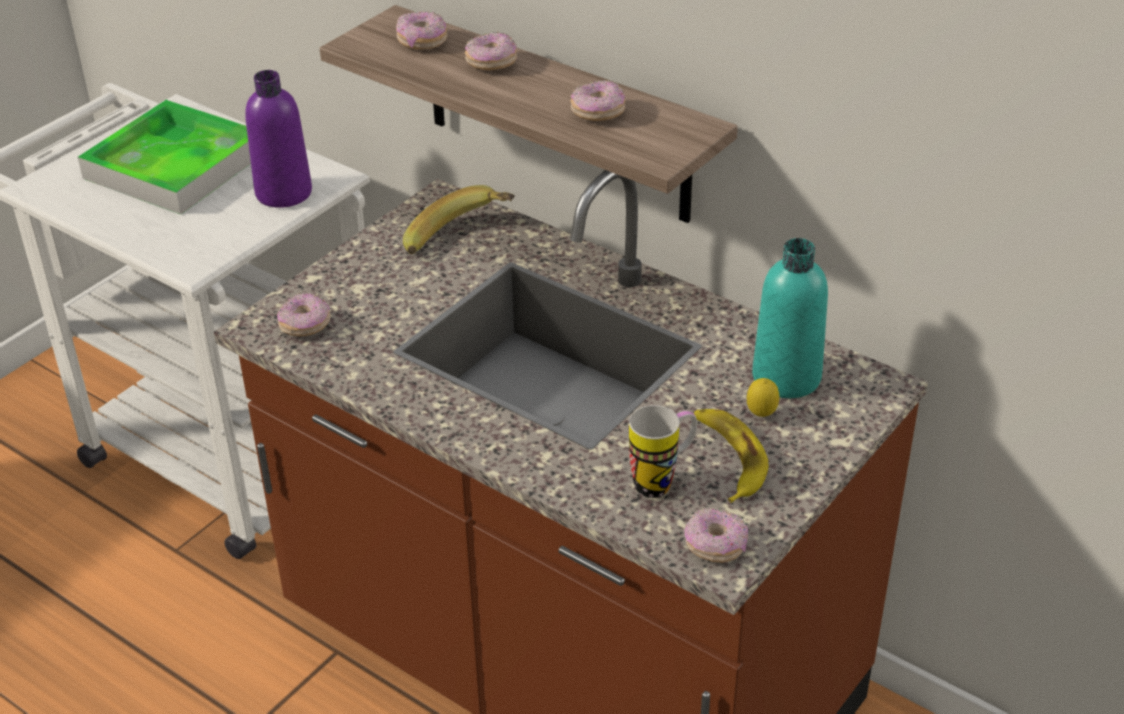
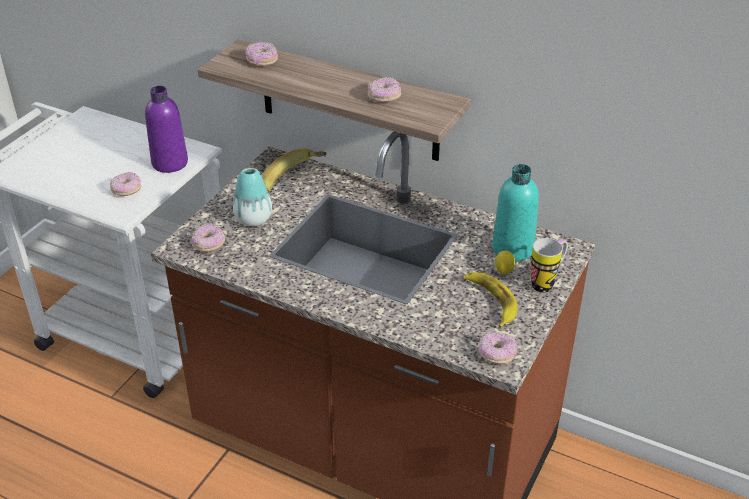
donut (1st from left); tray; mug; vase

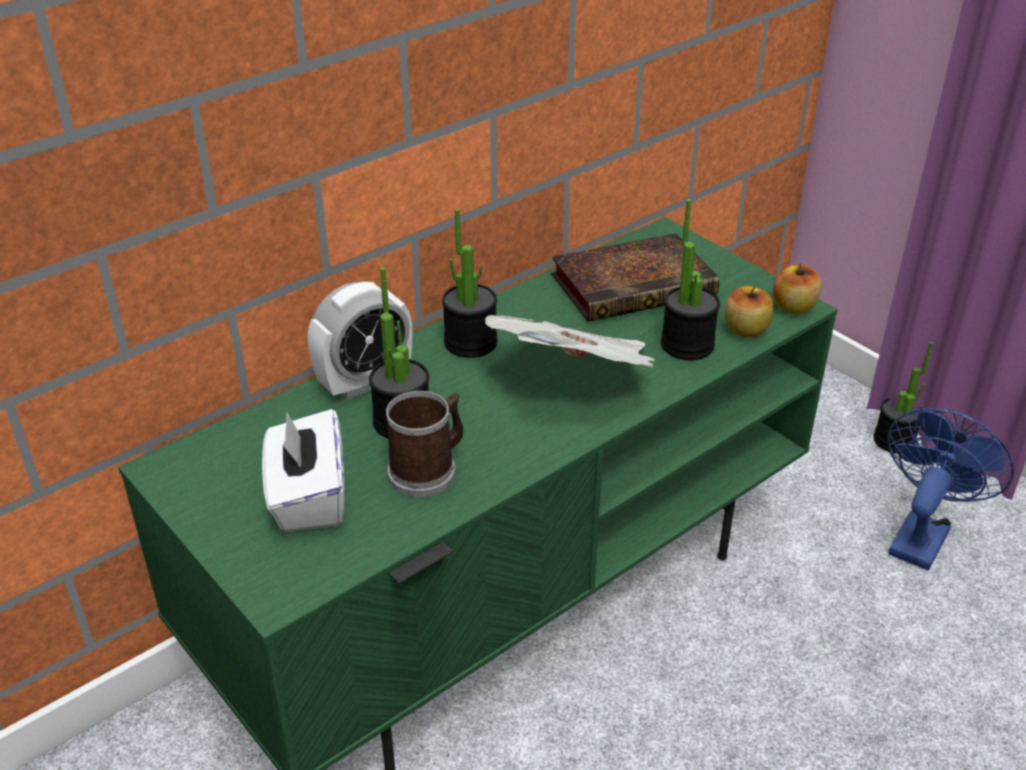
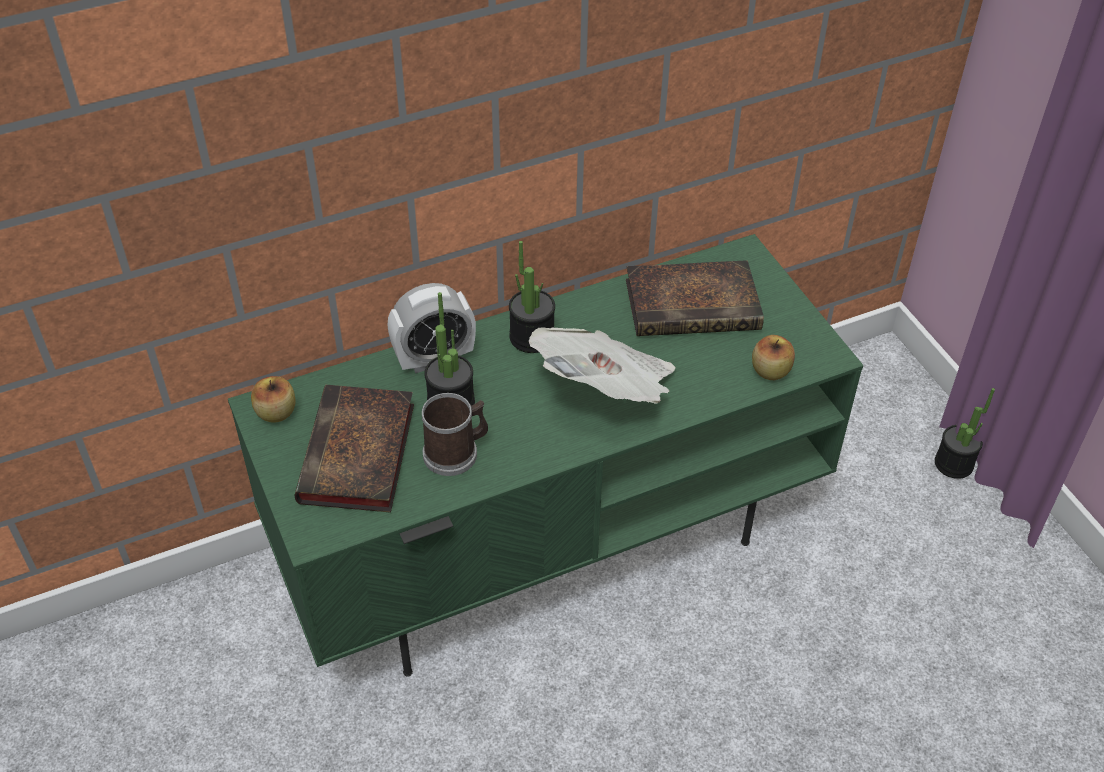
potted plant (3rd from left in the first image); apple (1st from left); fan in blue; book (1st from left)

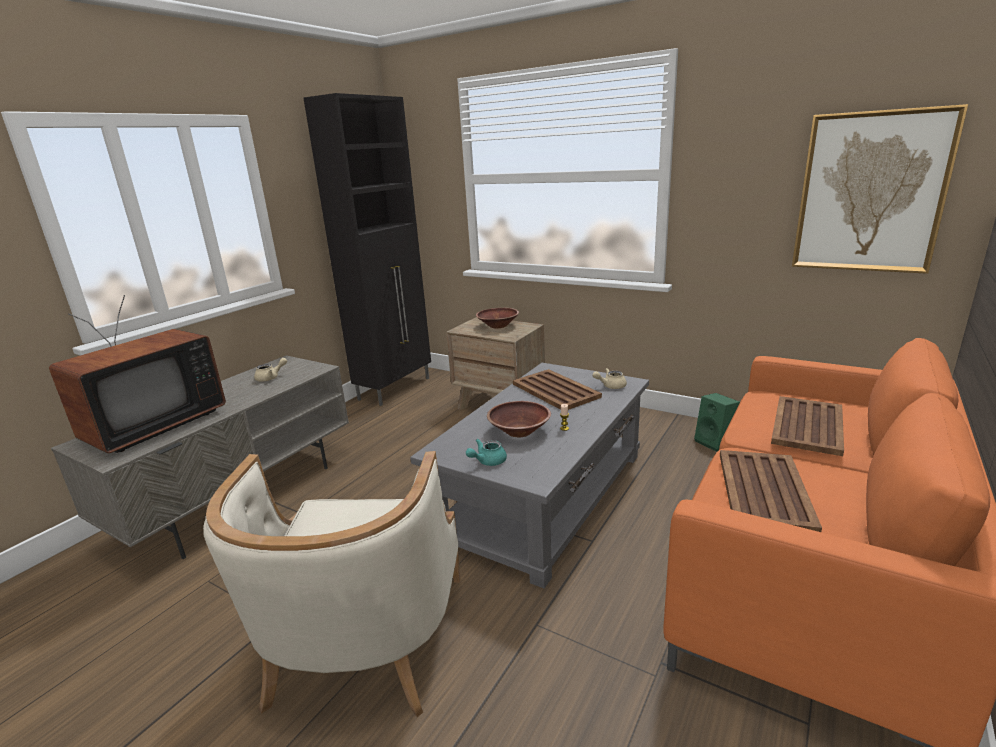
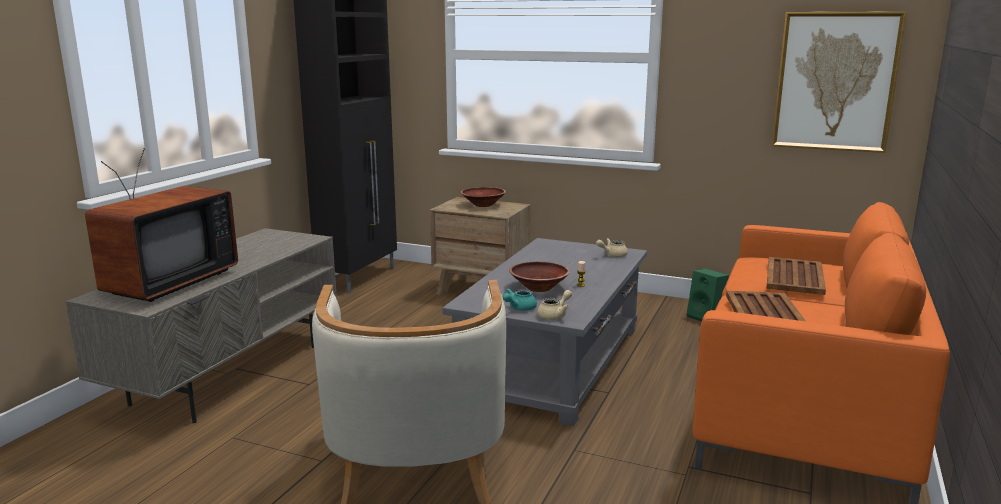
teapot in beige (1st from left); tray in brown (1st from left in the first image)

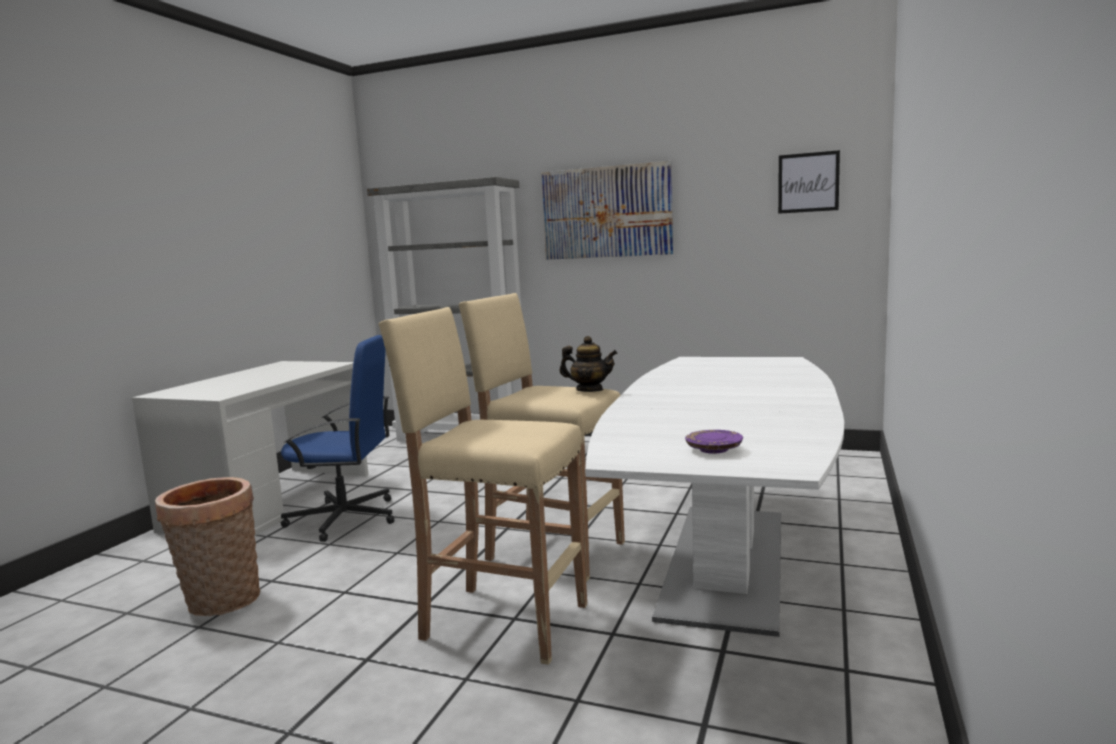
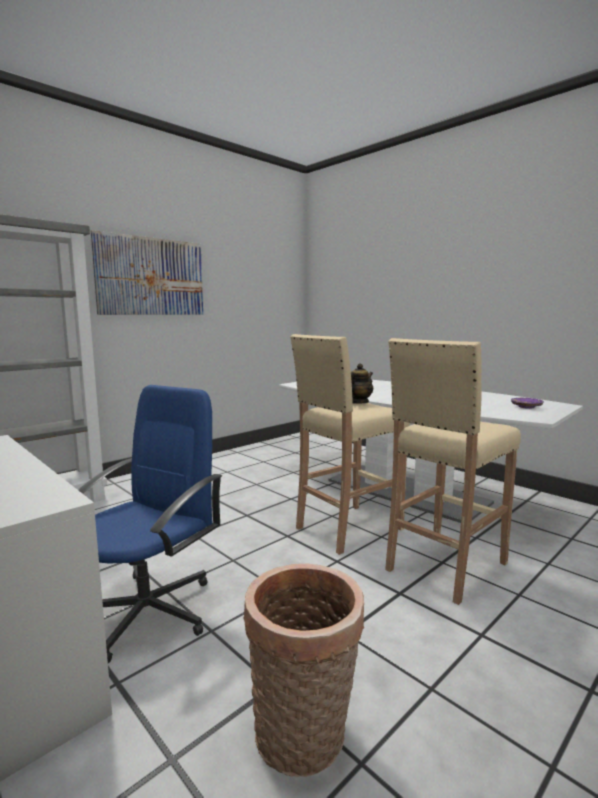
picture (2nd from left in the first image)

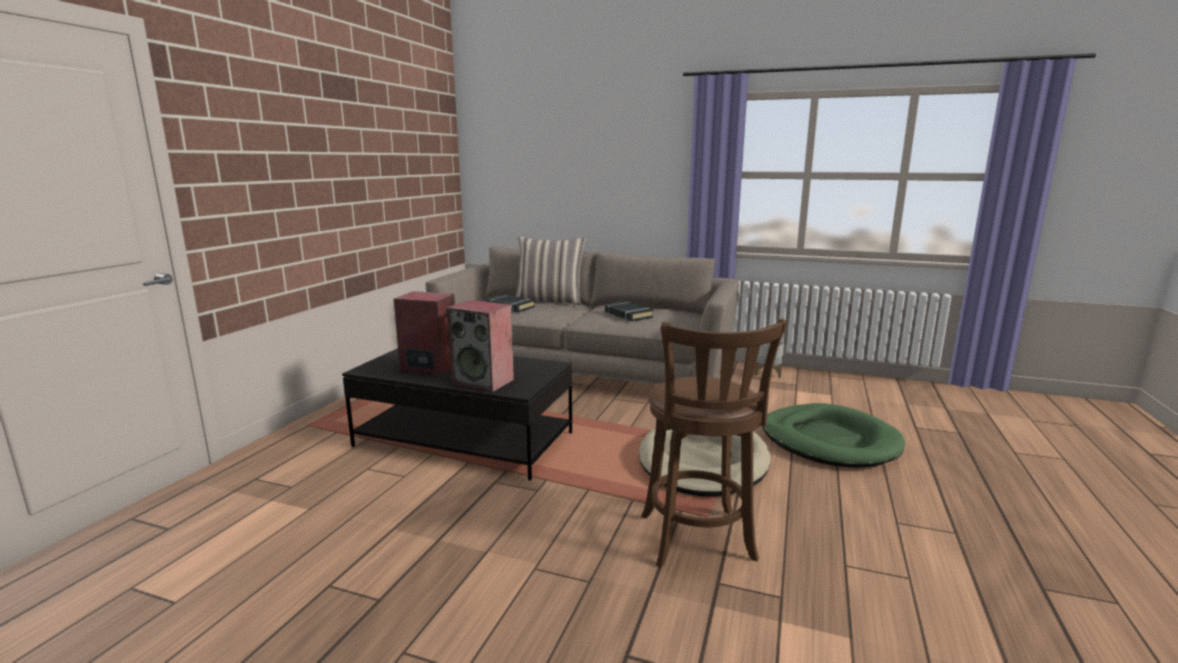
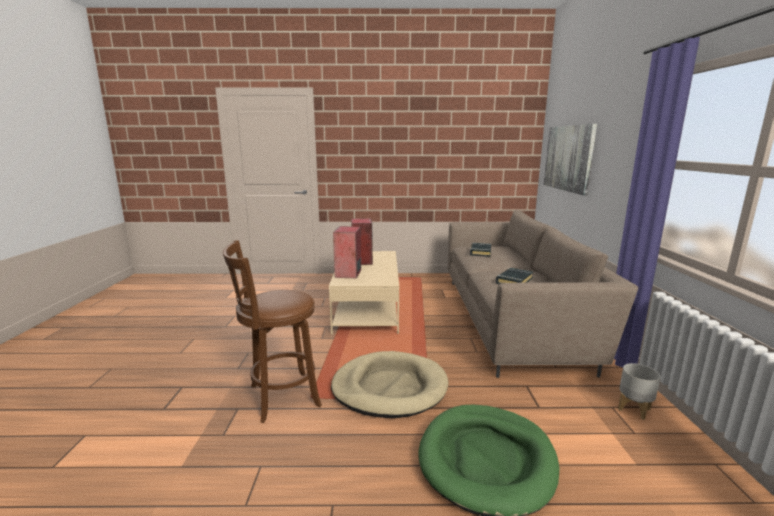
pillow; coffee table in beige; picture

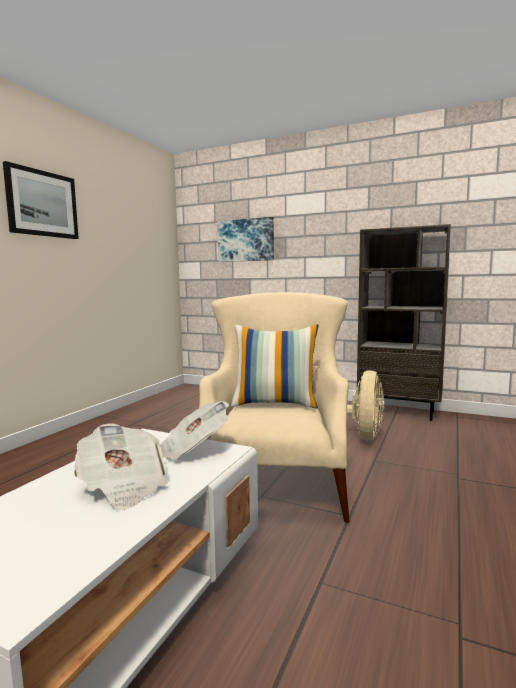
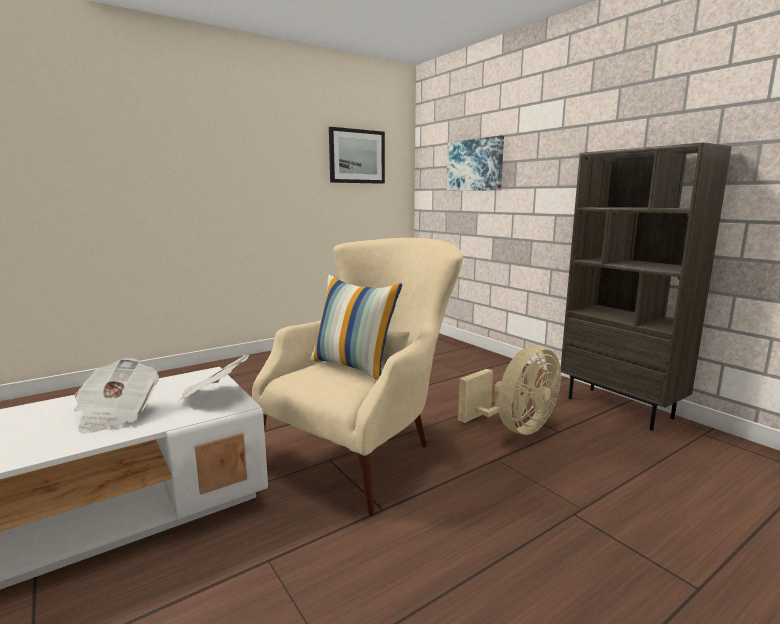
picture (1st from left)

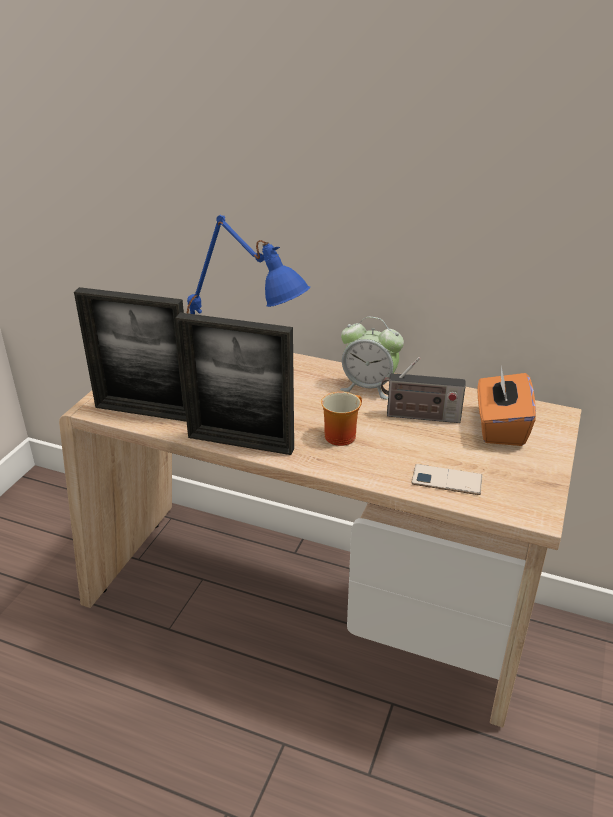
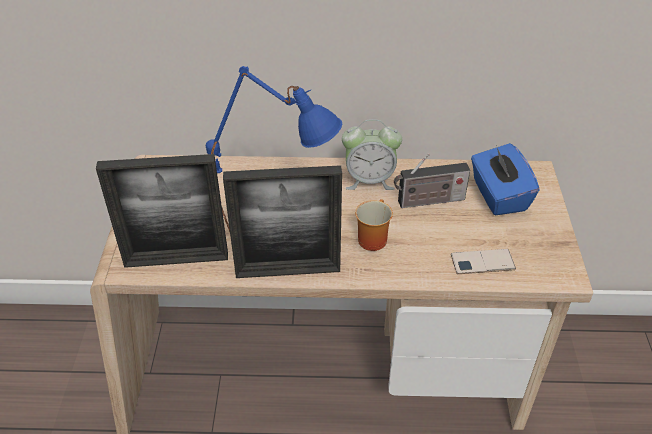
tissue box in blue

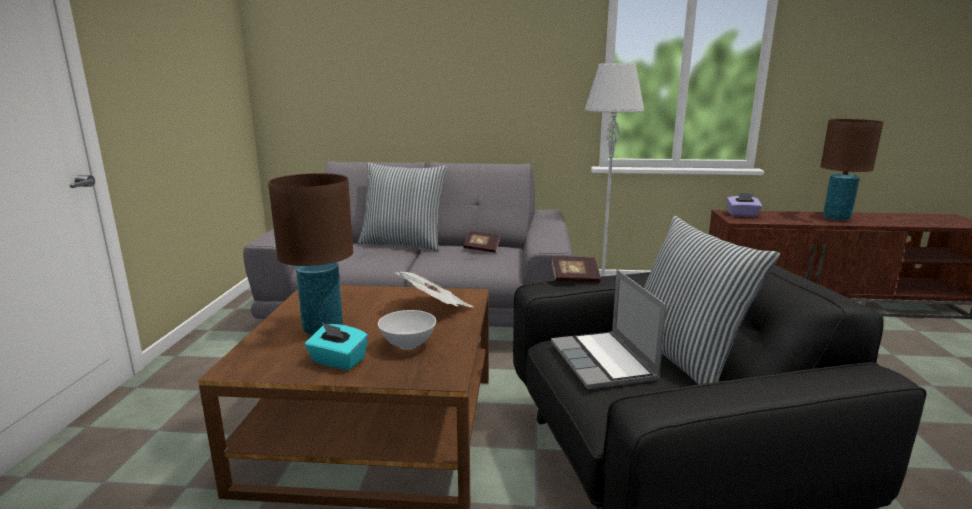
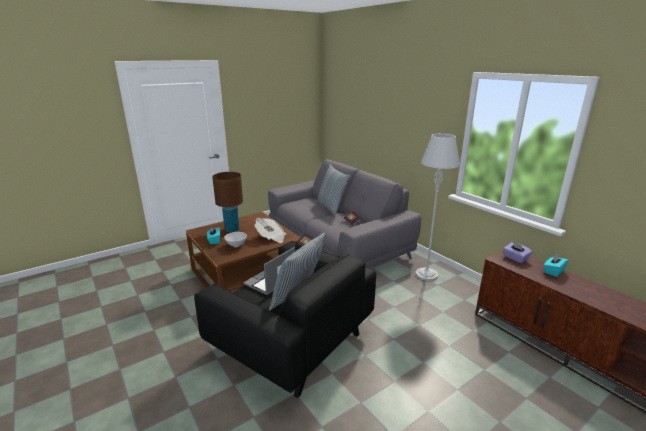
table lamp in brown (2nd from left in the first image); tissue box in turquoise (2nd from left)

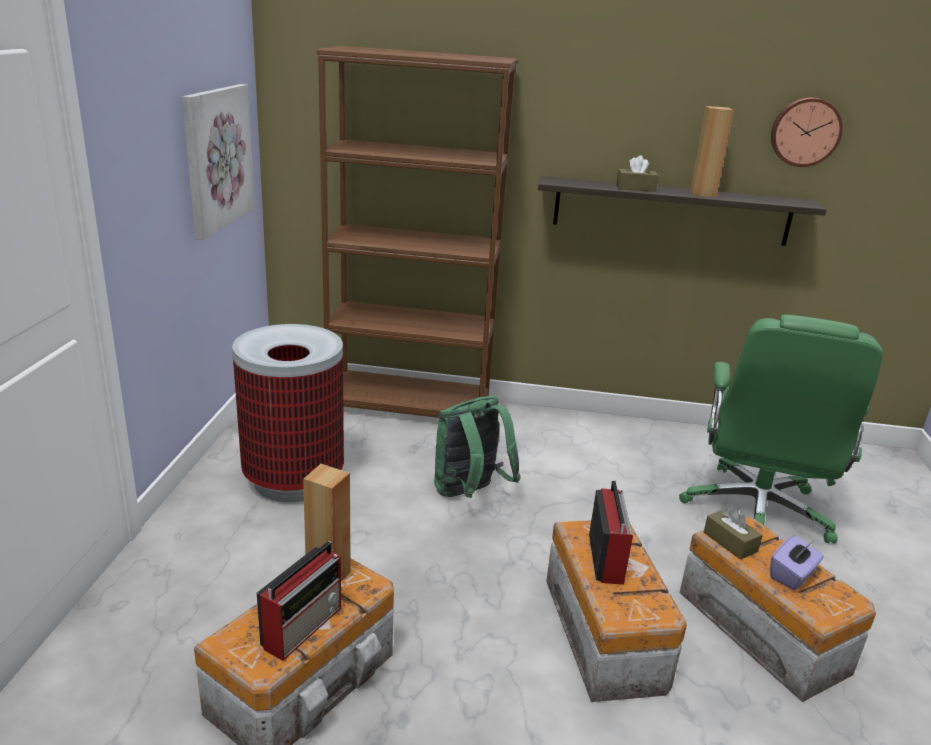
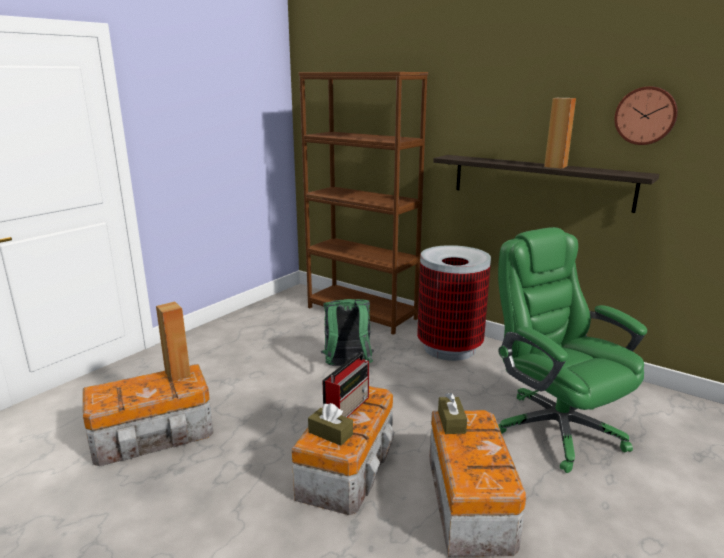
picture; tissue box in brown (1st from left); office chair in green; trash can; tissue box in purple; radio (1st from left in the first image)

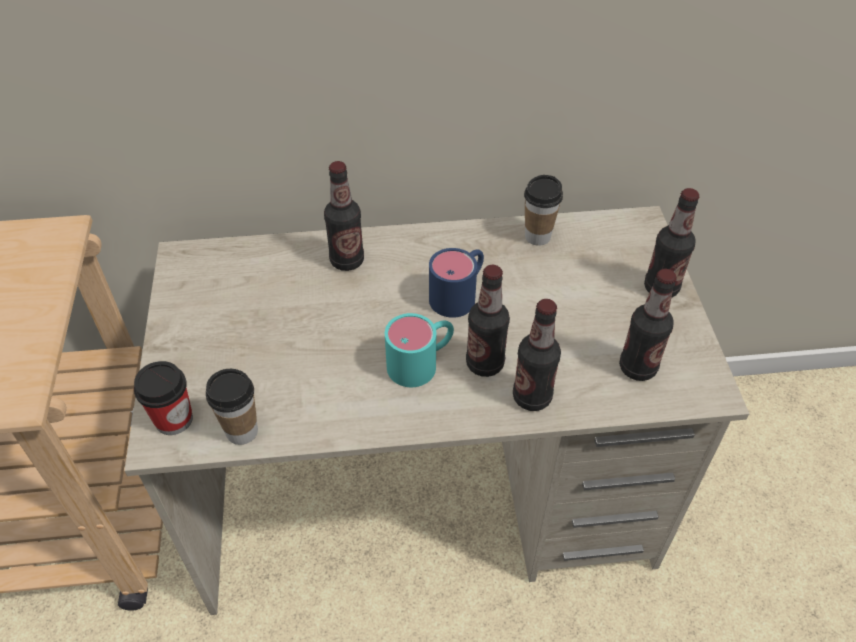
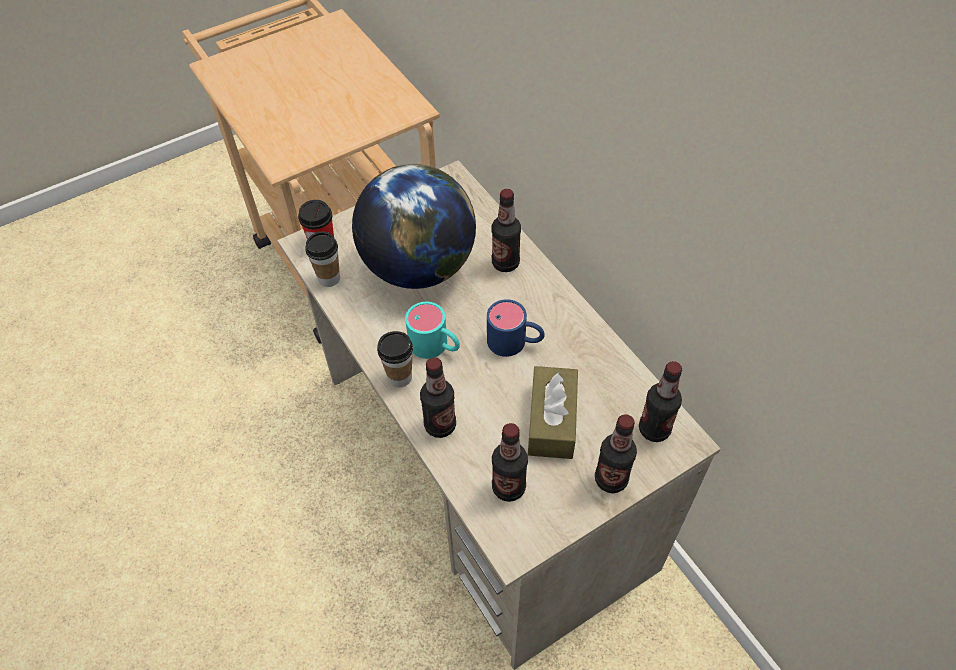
cup (3rd from left); bottle (5th from left); globe; tissue box in brown

